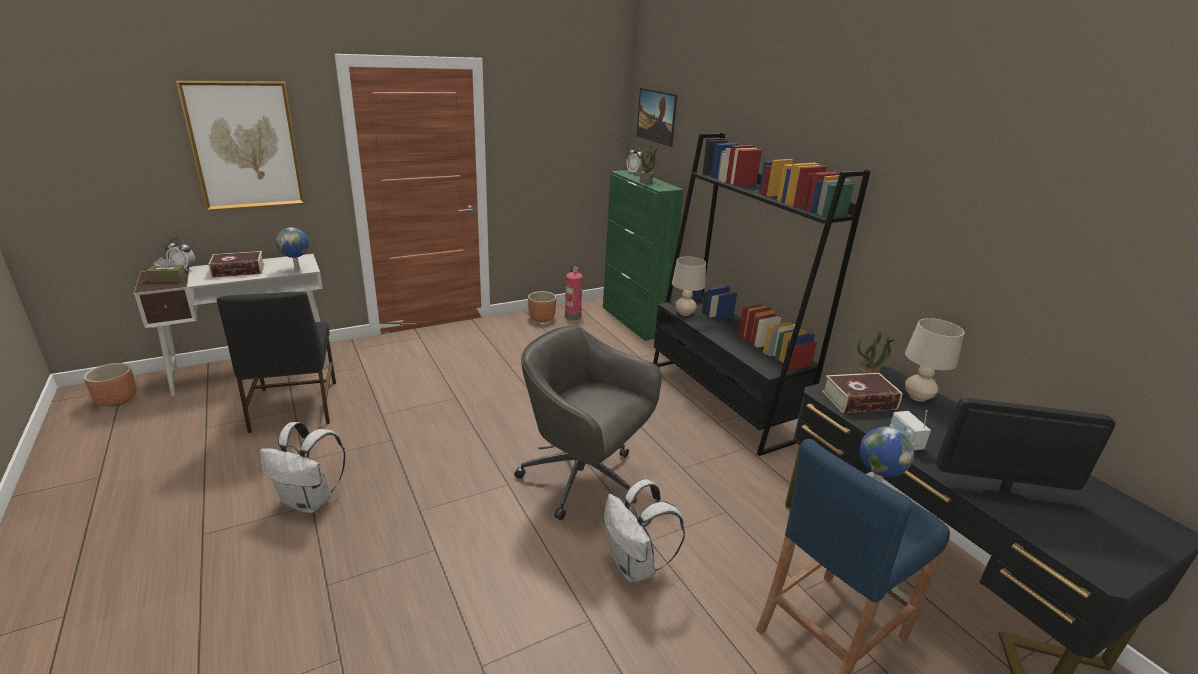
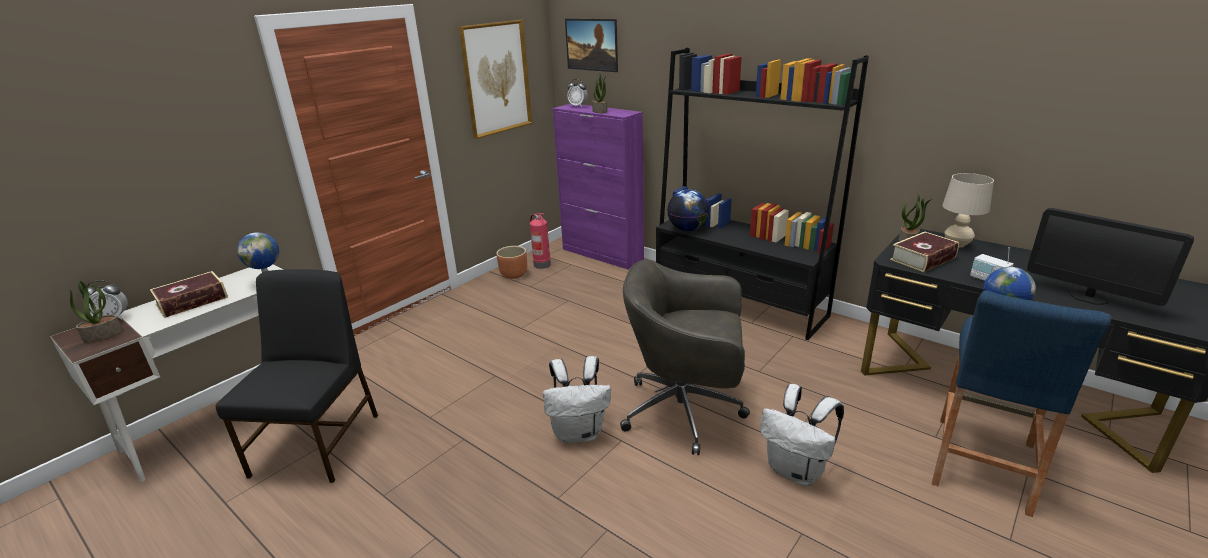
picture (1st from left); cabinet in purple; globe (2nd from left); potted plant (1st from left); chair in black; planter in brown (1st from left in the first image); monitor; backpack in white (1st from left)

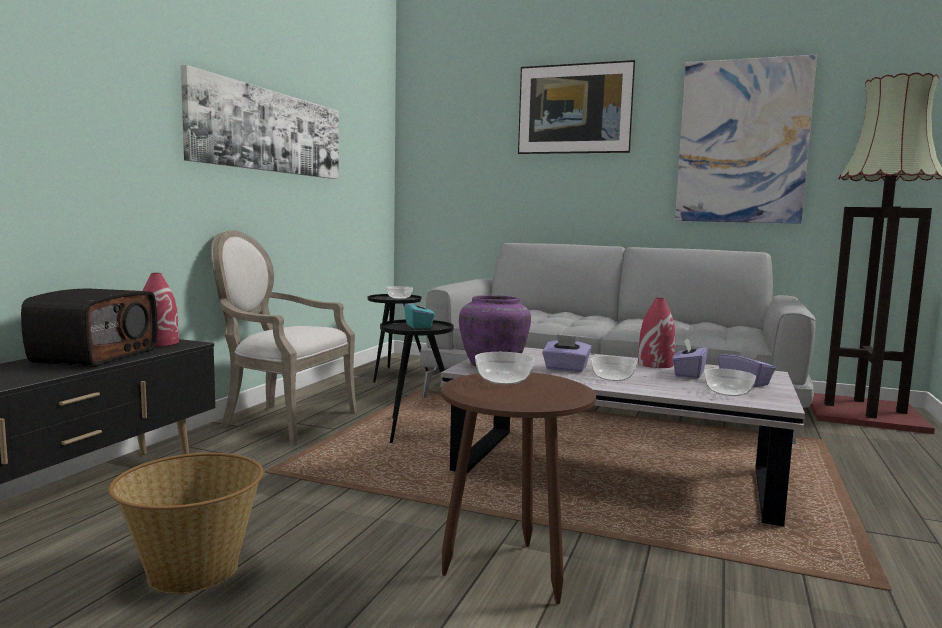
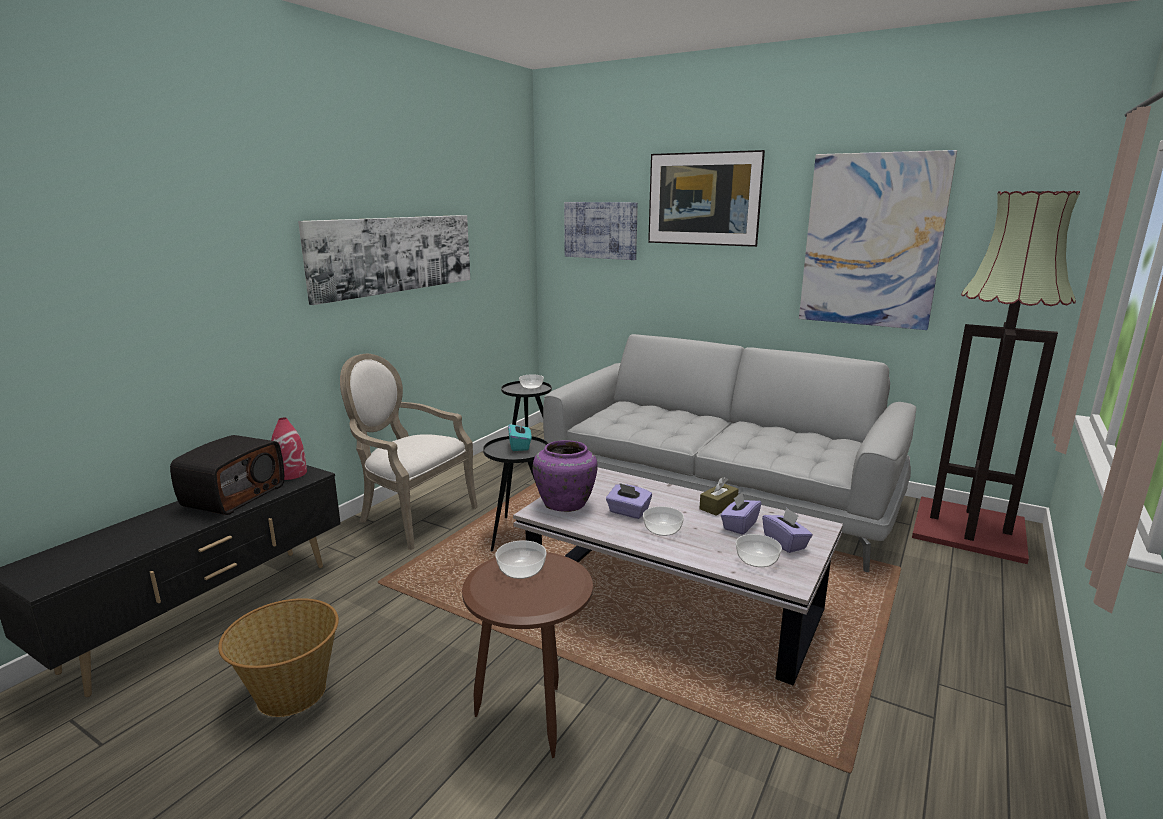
tissue box in brown; picture (2nd from left)

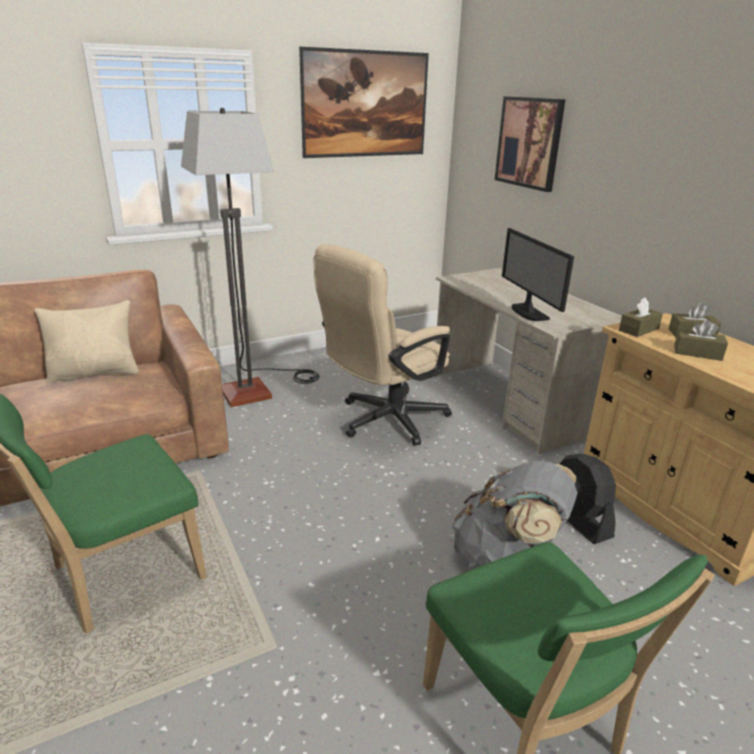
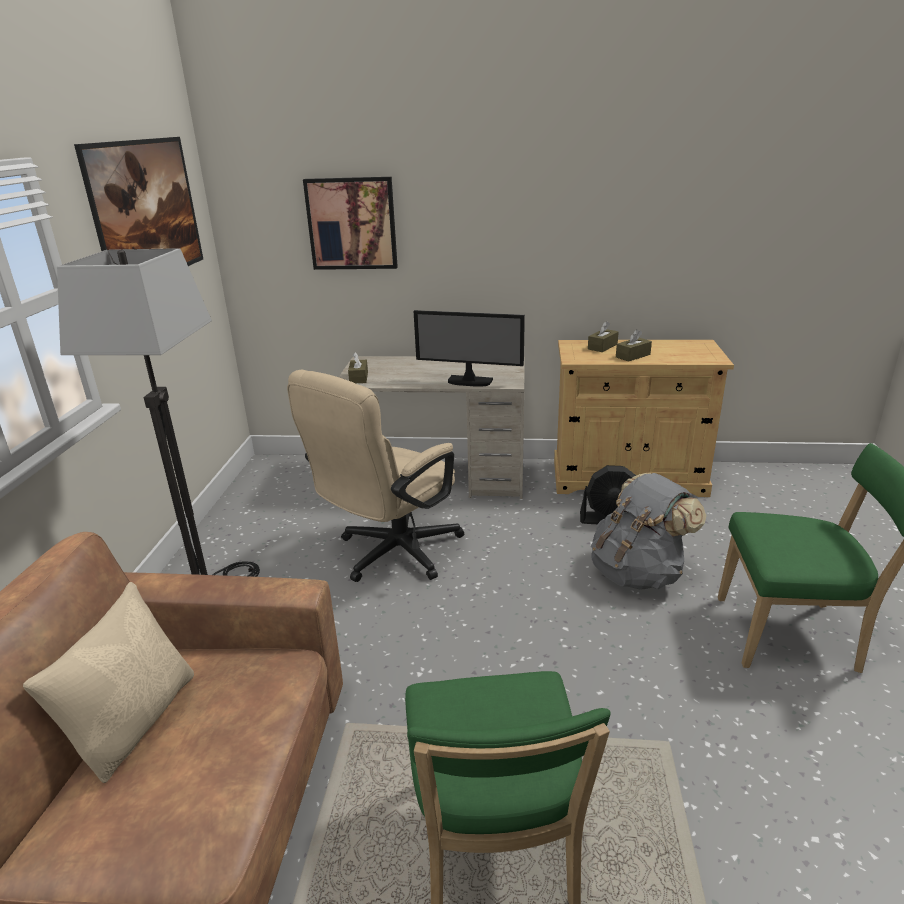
office chair in beige; tissue box in brown (1st from left)

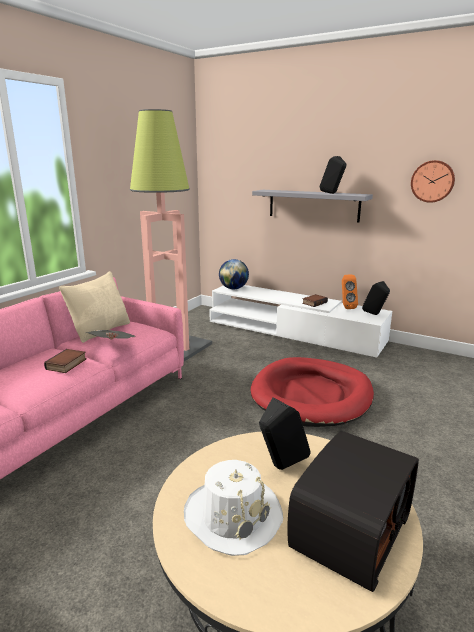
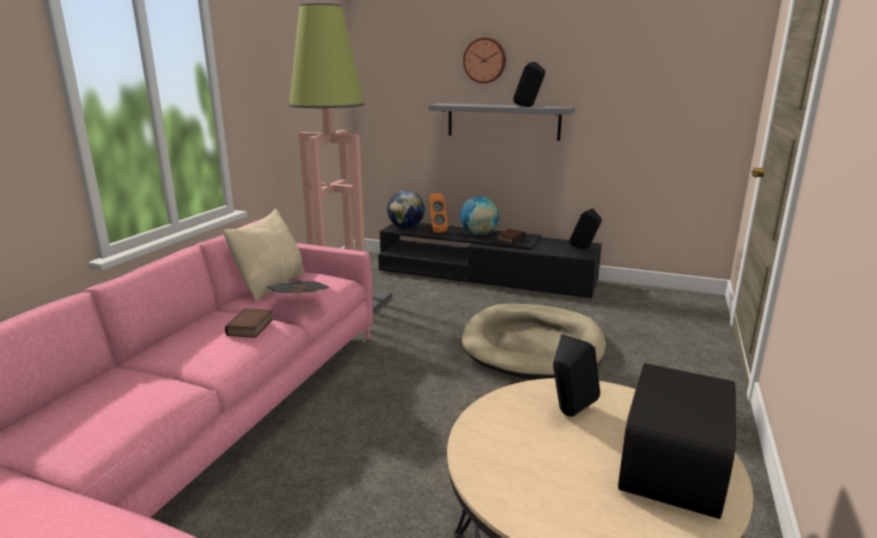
wall clock; speaker in orange; tv stand in black; dog bed in beige; hat in white; globe (2nd from left)

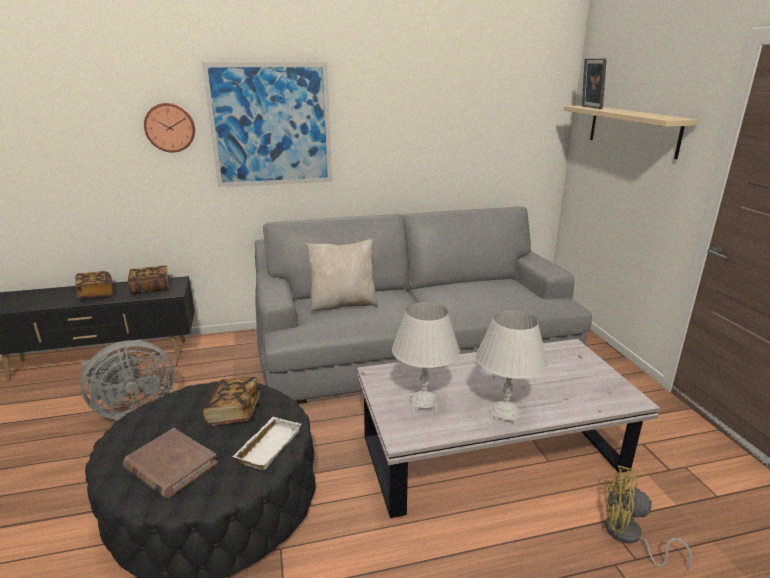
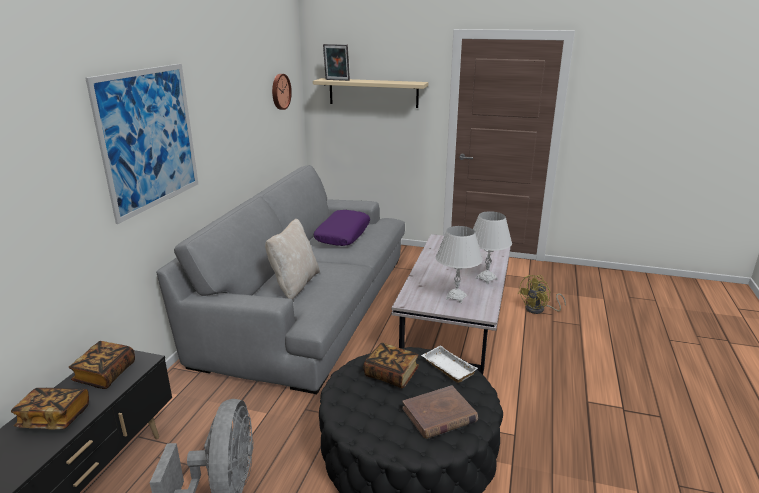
wall clock; pillow in purple

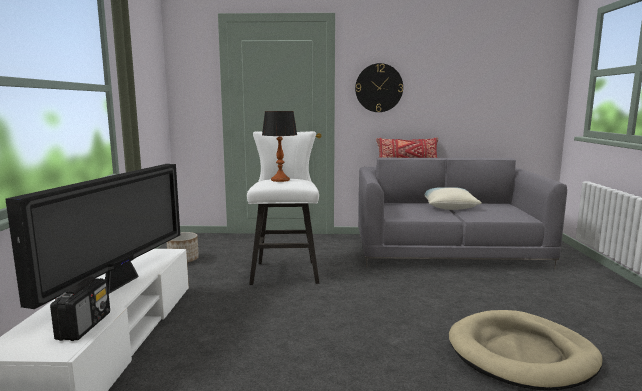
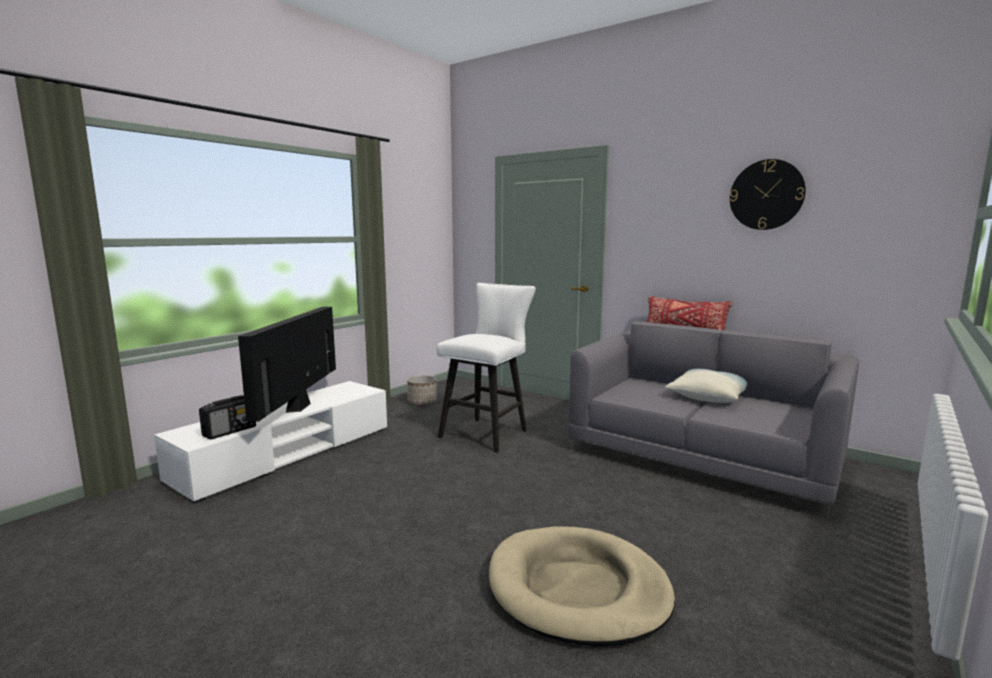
wall clock; table lamp; television

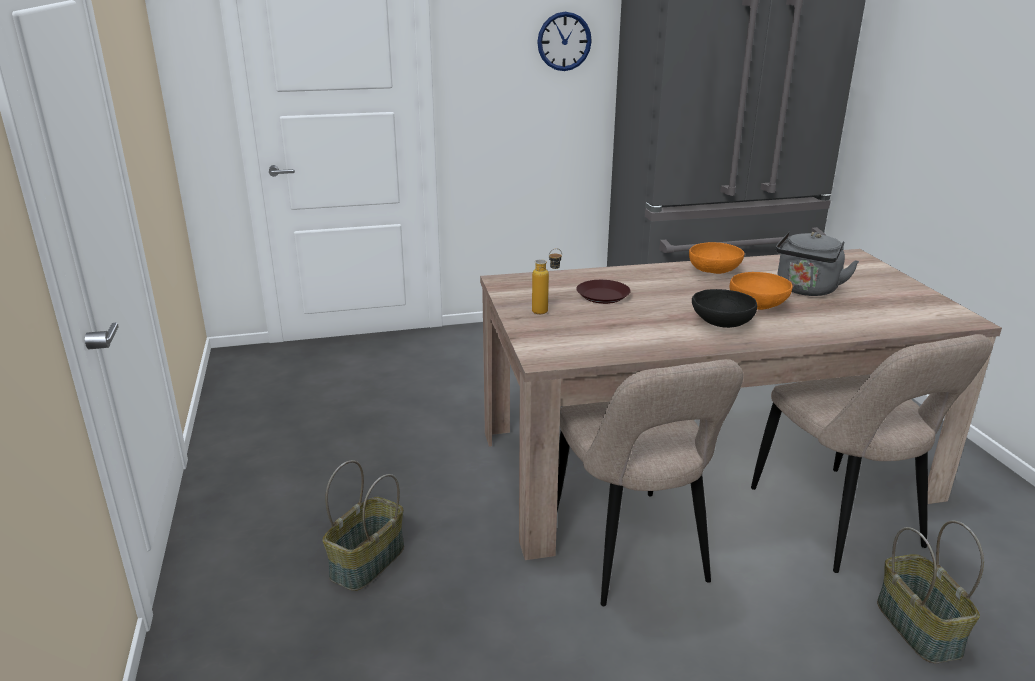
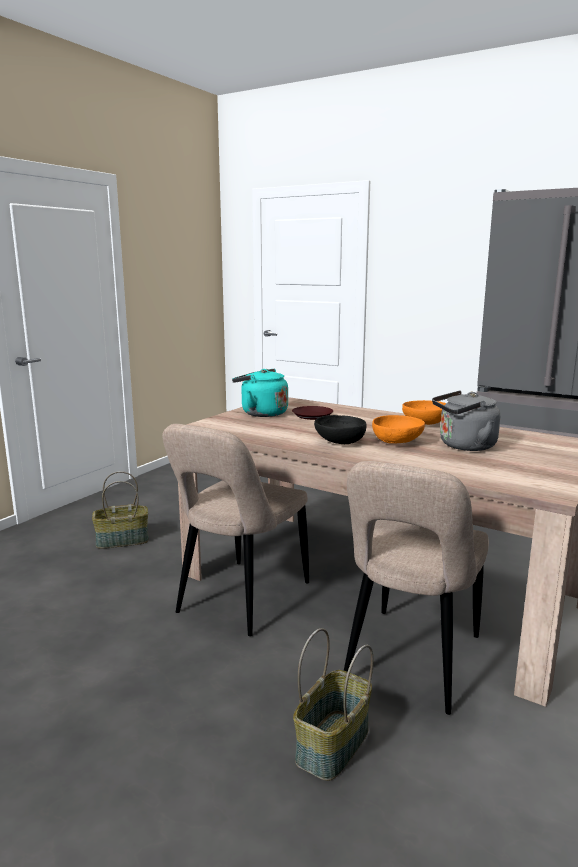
wall clock; kettle in turquoise

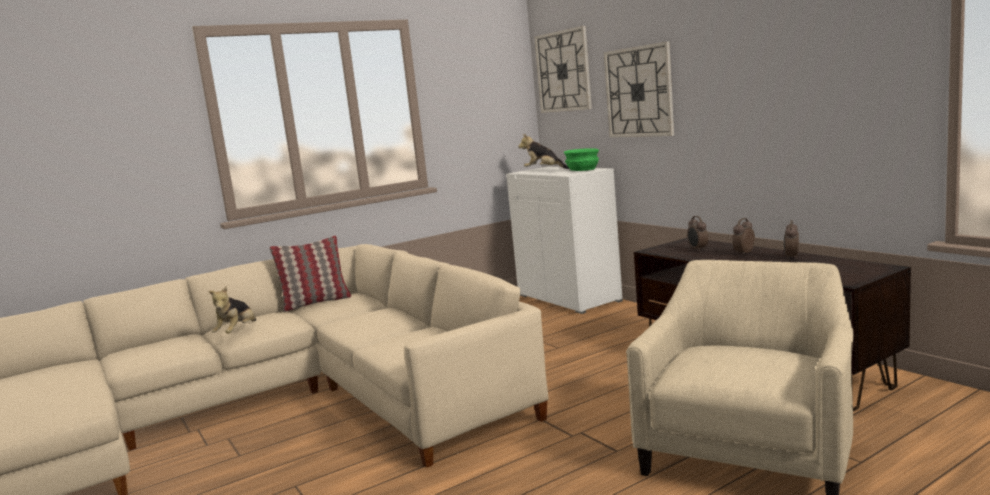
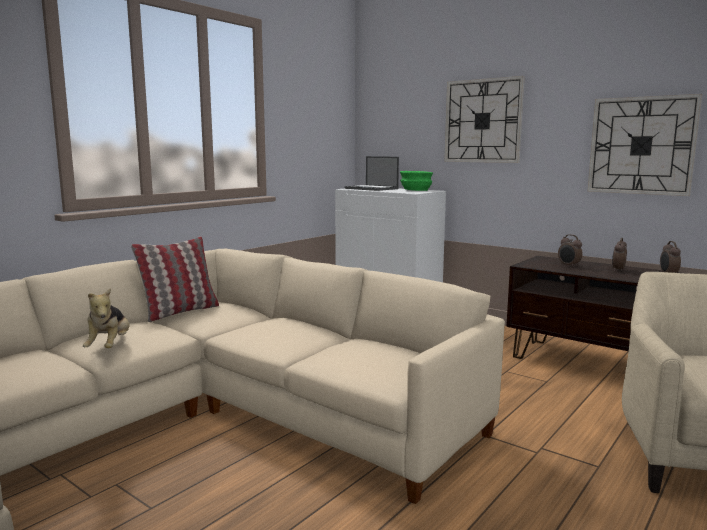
wall clock (2nd from left); laptop

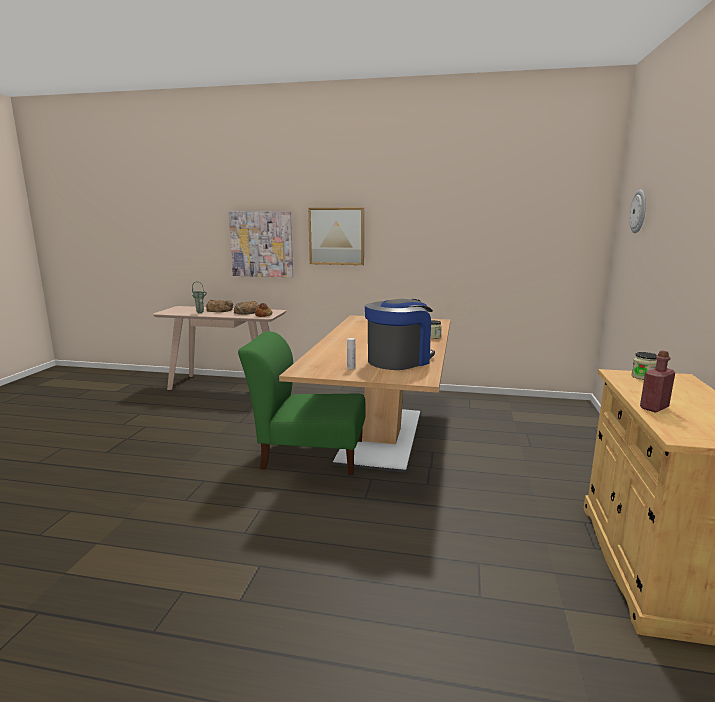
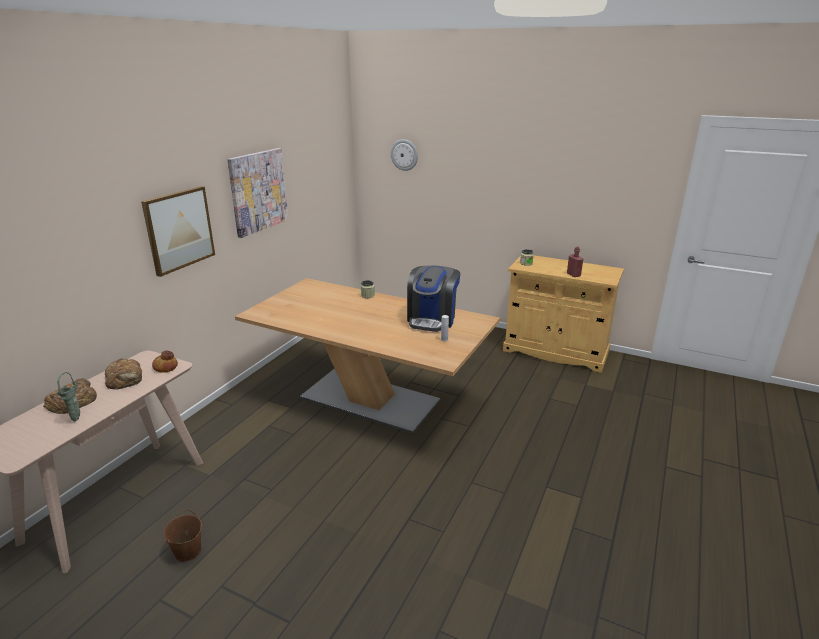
picture (2nd from left); coffee machine; chair in green; bucket in brown

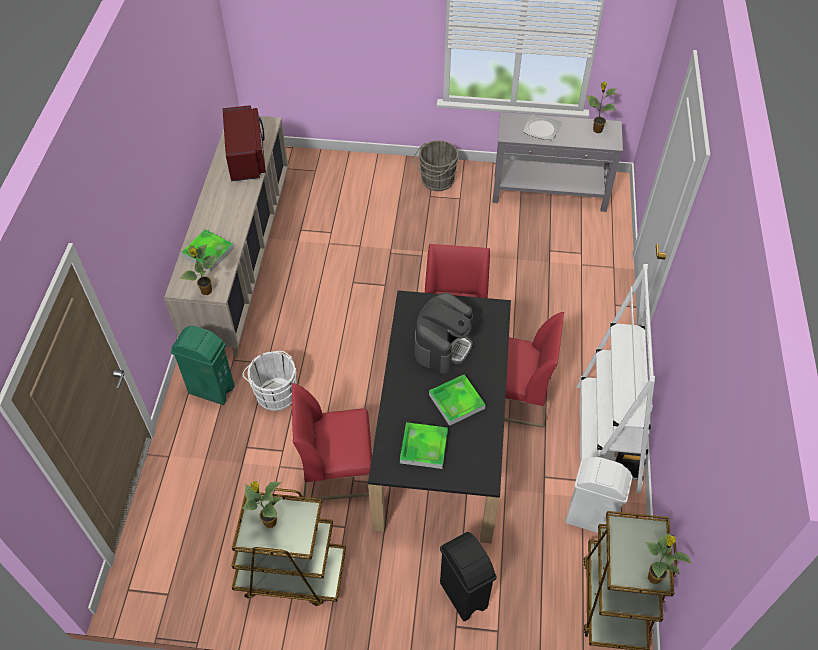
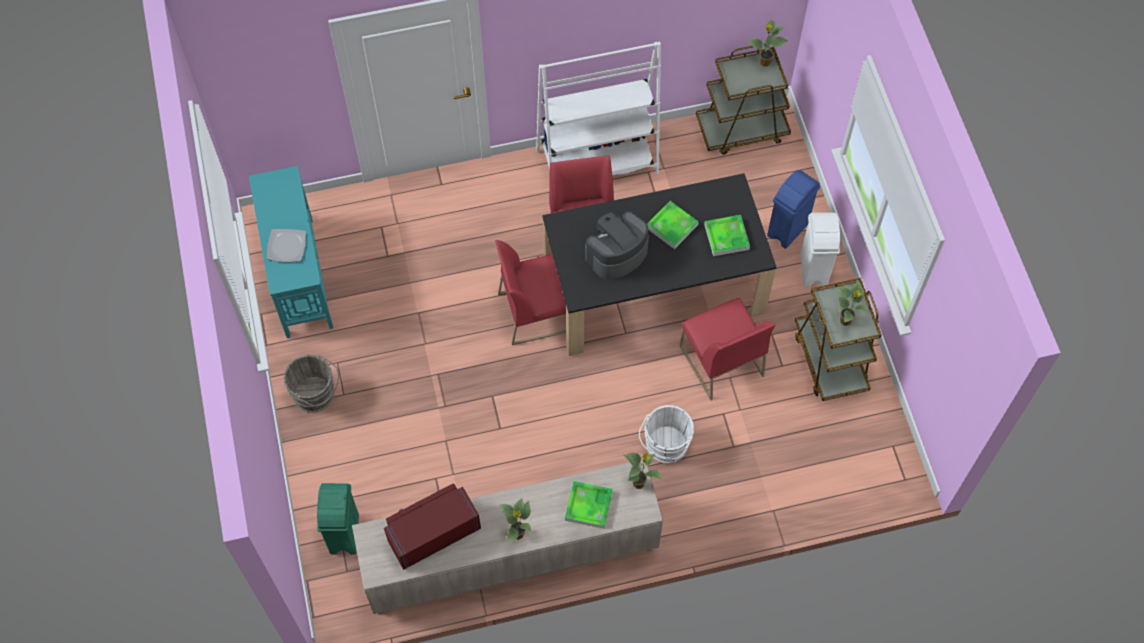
potted plant (1st from left); console table in turquoise; coffee machine; trash can in green; trash can in white; trash can in blue

